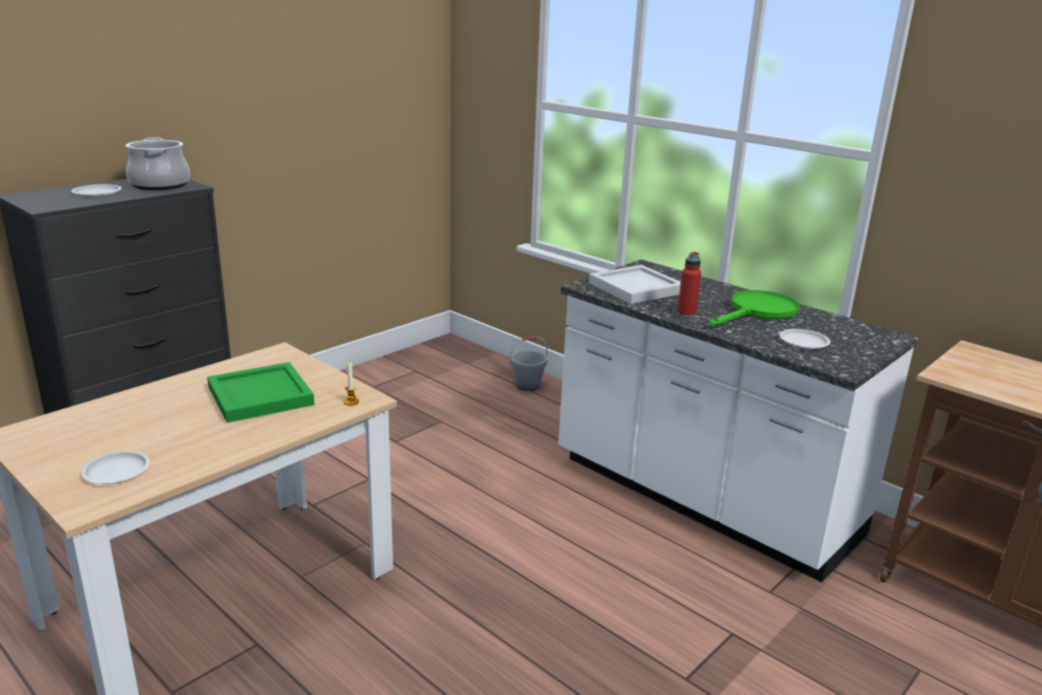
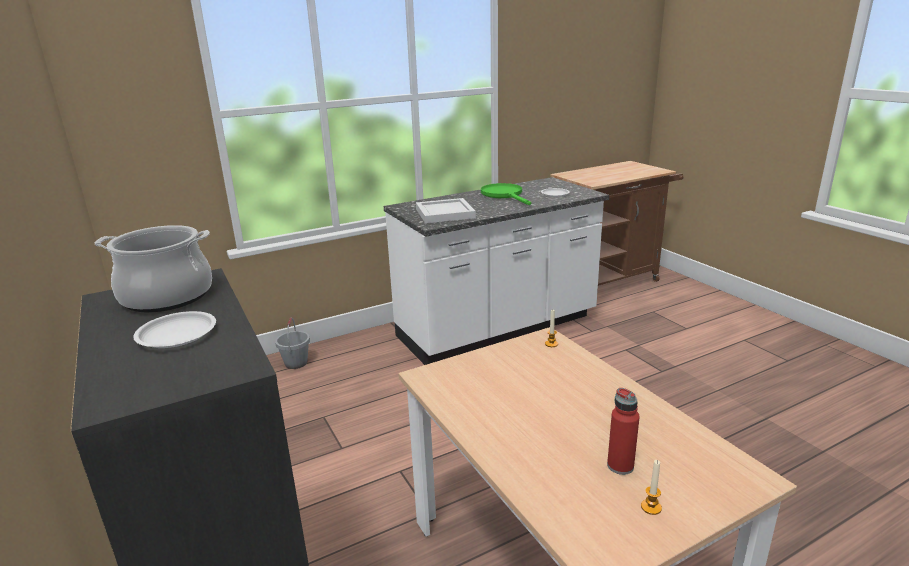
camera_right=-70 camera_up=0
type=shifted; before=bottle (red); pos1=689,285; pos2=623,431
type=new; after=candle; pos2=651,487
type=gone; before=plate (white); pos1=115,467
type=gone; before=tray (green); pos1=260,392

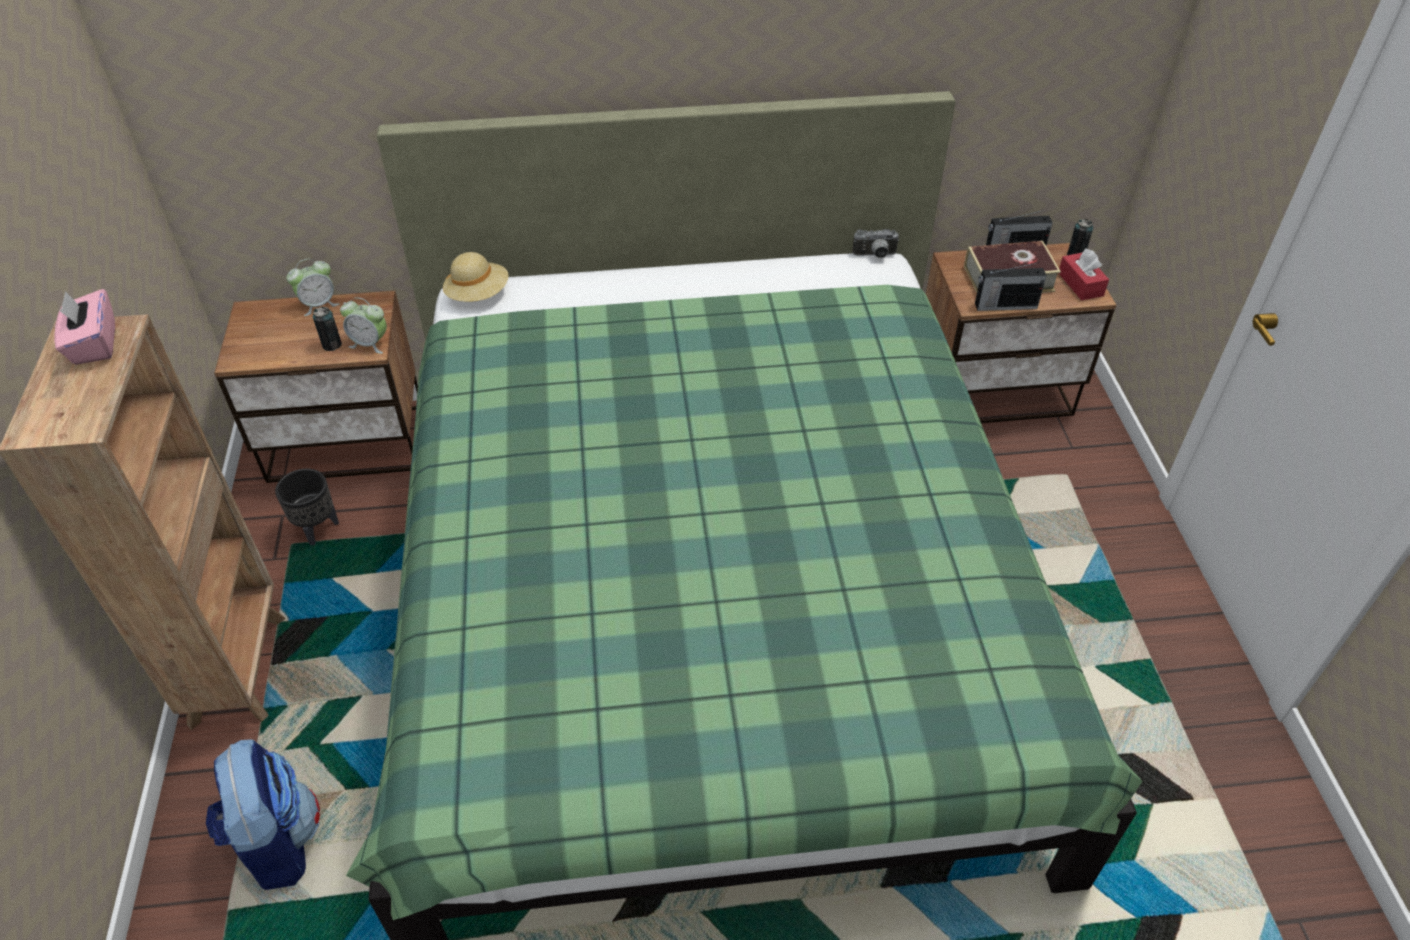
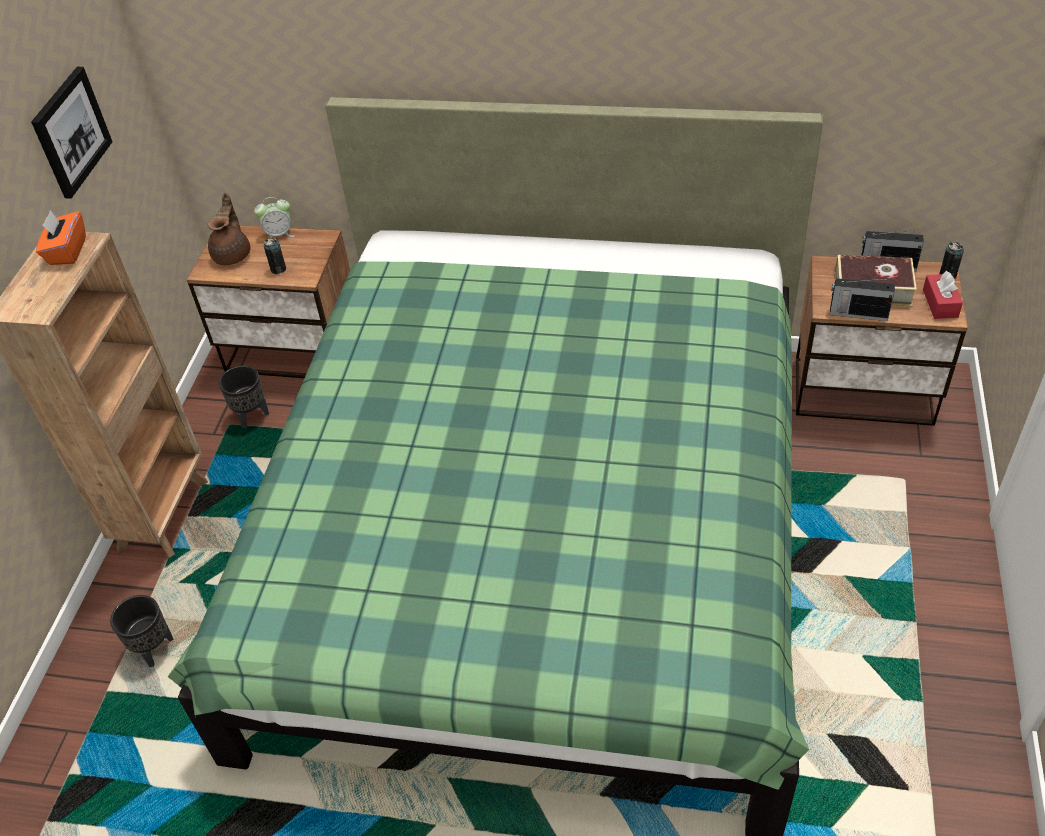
camera_right=20 camera_up=0
type=new; after=picture; pos2=71,133
type=repainted; before=tissue box (pink); after=tissue box (orange); pos1=84,327; pos2=61,237
type=swapped; before=backpack; after=planter (black); pos1=263,814; pos2=142,631
type=new; after=teapot (brown); pos2=229,229
type=gone; before=alarm clock; pos1=363,325
type=gone; before=hat (beige); pos1=475,277
type=gone; before=photo camera; pos1=875,243

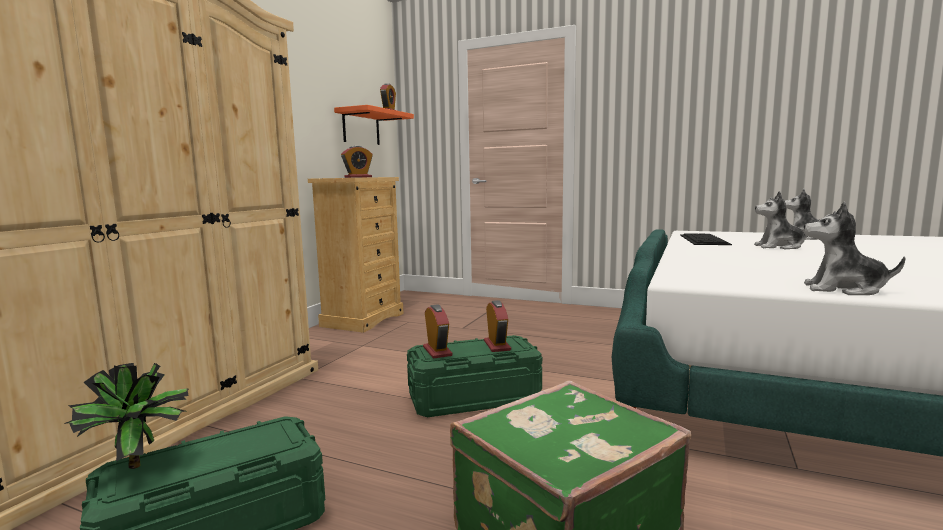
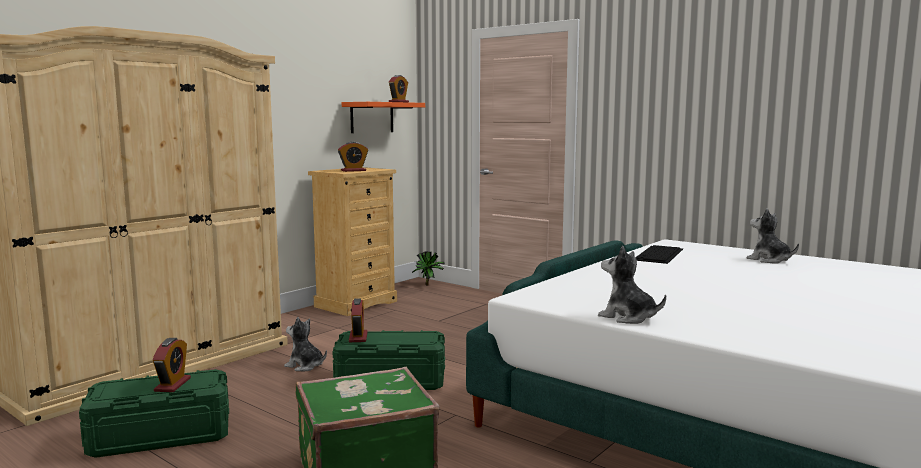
camera_right=15 camera_up=0
type=shifted; before=alarm clock; pos1=497,326; pos2=172,365
type=shifted; before=plush toy; pos1=781,220; pos2=305,344
type=shifted; before=potted plant; pos1=126,416; pos2=428,268

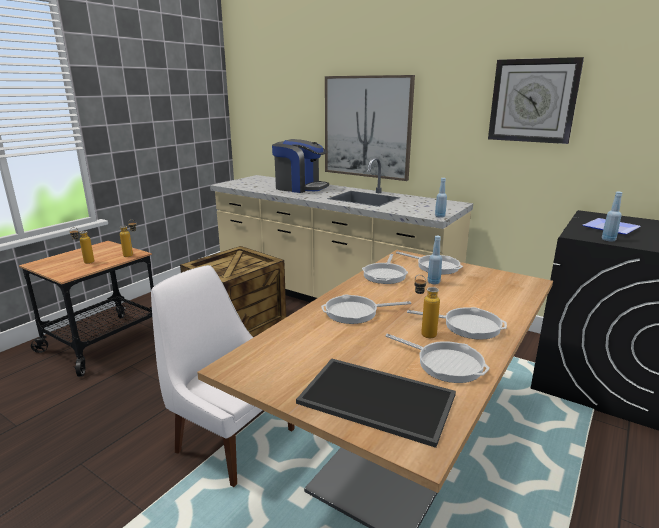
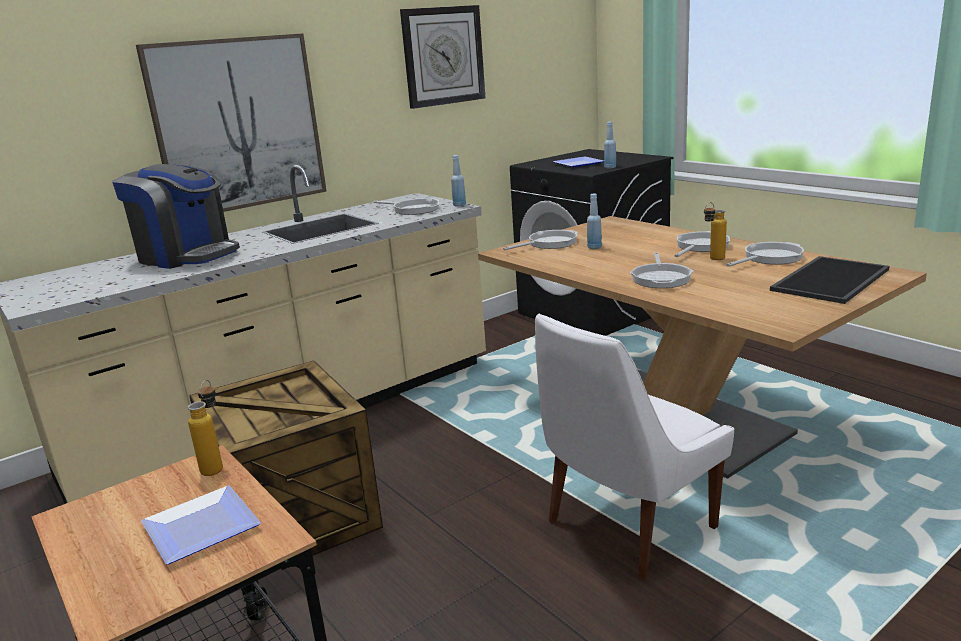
camera_right=-70 camera_up=0
type=rotated; before=coffee machine; pos1=300,166; pos2=176,216; turn=75
type=swapped; before=bottle; after=plate; pos1=82,245; pos2=201,524
type=shifted; before=frying pan; pos1=385,269; pos2=406,206

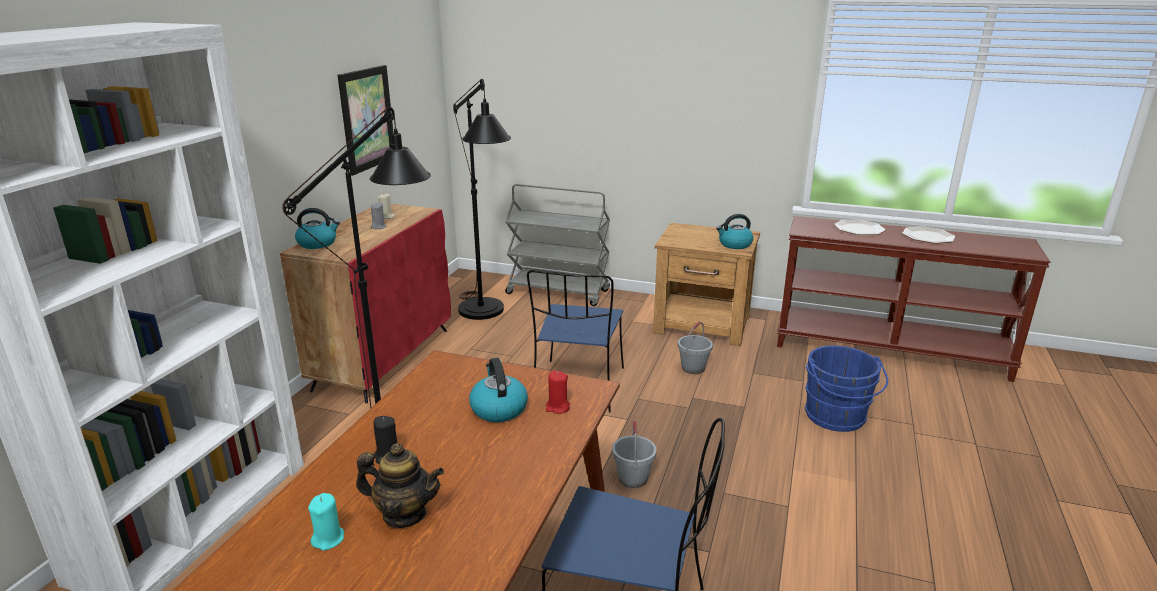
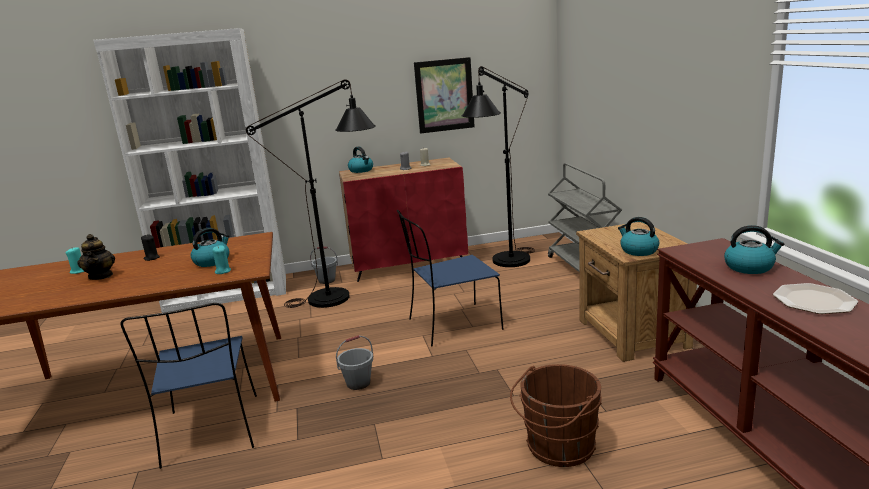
camera_right=60 camera_up=-5
type=repainted; before=candle (red); after=candle (turquoise); pos1=558,392; pos2=221,259
type=shifted; before=bucket (grey); pos1=695,348; pos2=324,265
type=repainted; before=bucket (blue); after=bucket (brown); pos1=846,388; pos2=556,415
type=swapped; before=plate; after=kettle; pos1=860,227; pos2=754,249

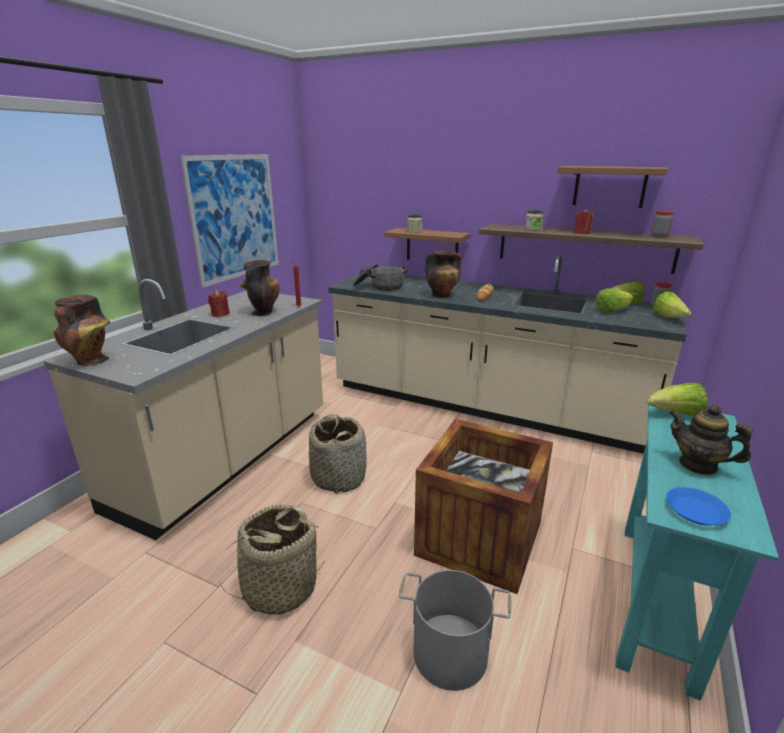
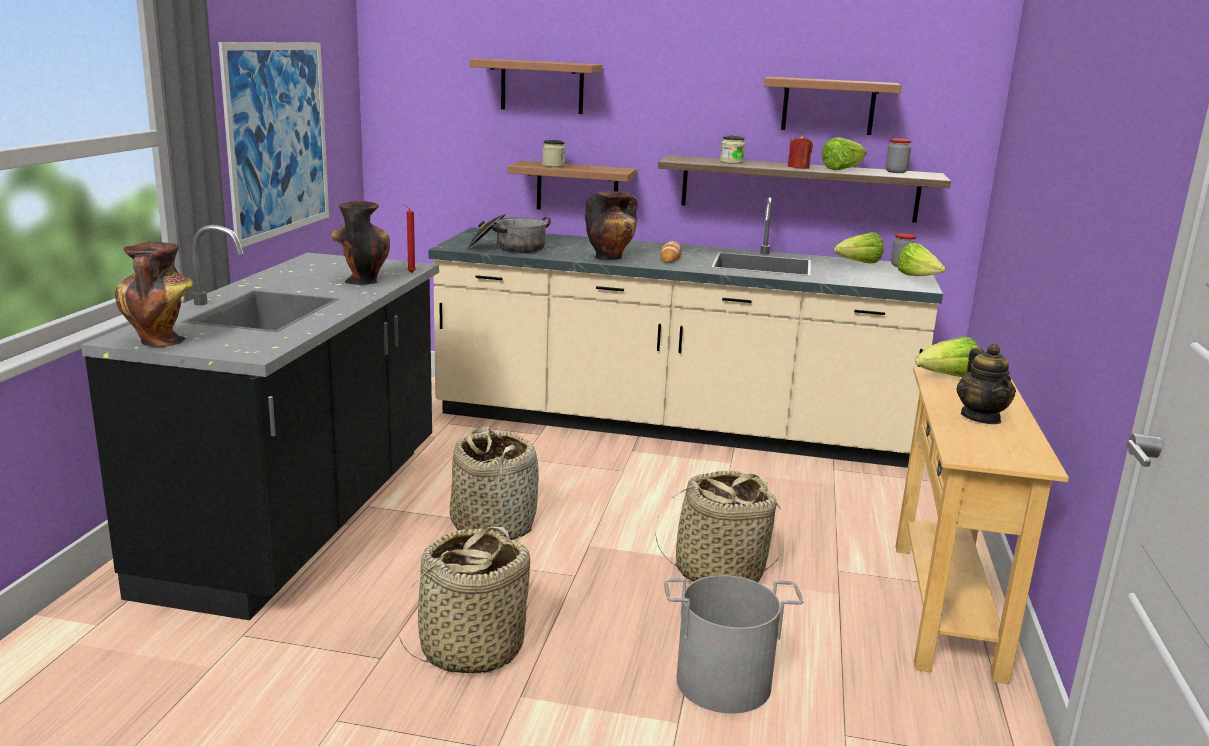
camera_right=-15 camera_up=-5
type=repainted; before=counter (beige); after=counter (black); pos1=183,409; pos2=260,422
type=new; after=shelf; pos2=535,86
type=swapped; before=crate; after=basket; pos1=483,506; pos2=718,526
type=shifted; before=lettuce; pos1=614,300; pos2=844,153
type=repainted; before=console table (turquoise); after=console table (beige); pos1=697,553; pos2=982,525
type=rotated; before=teapot; pos1=711,440; pos2=986,383; turn=-120
type=gone; before=candle (red); pos1=219,303
type=gone; before=plate (blue); pos1=698,506

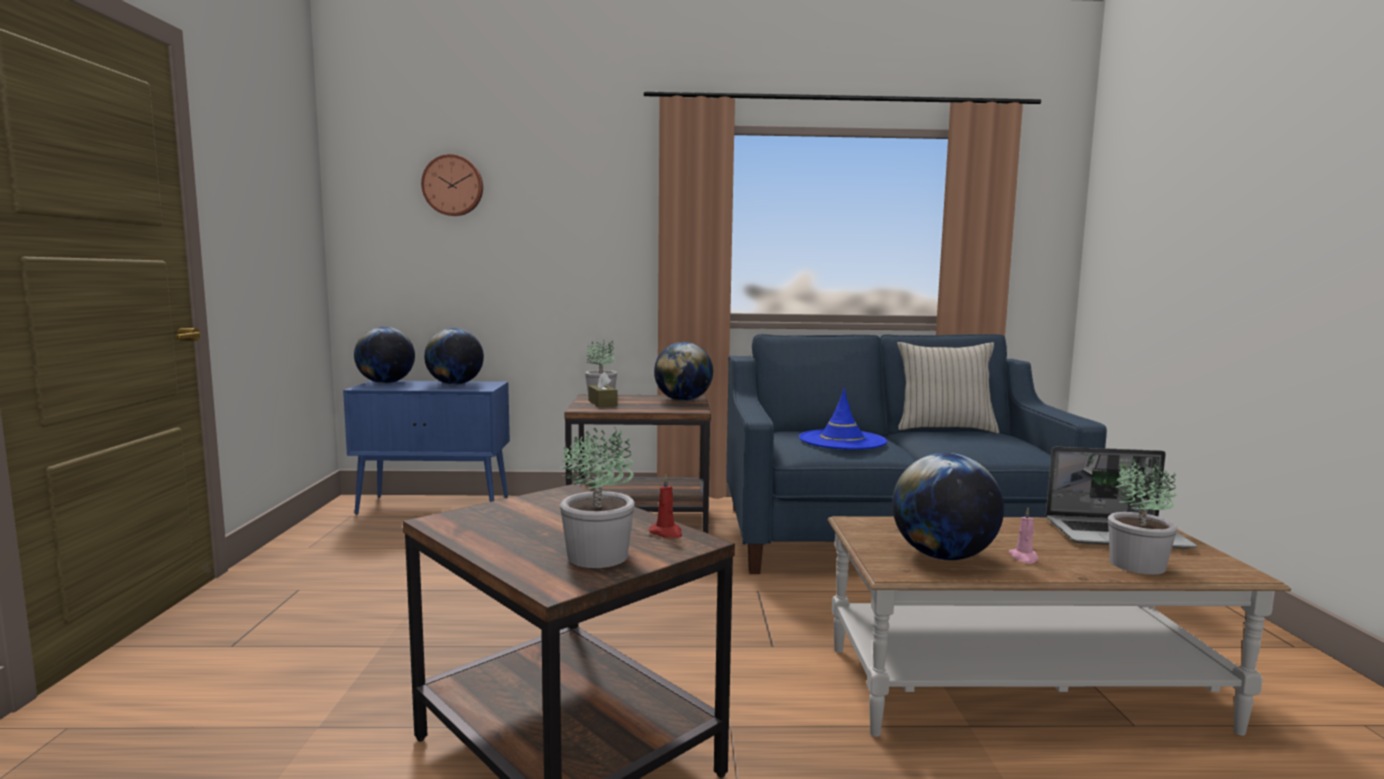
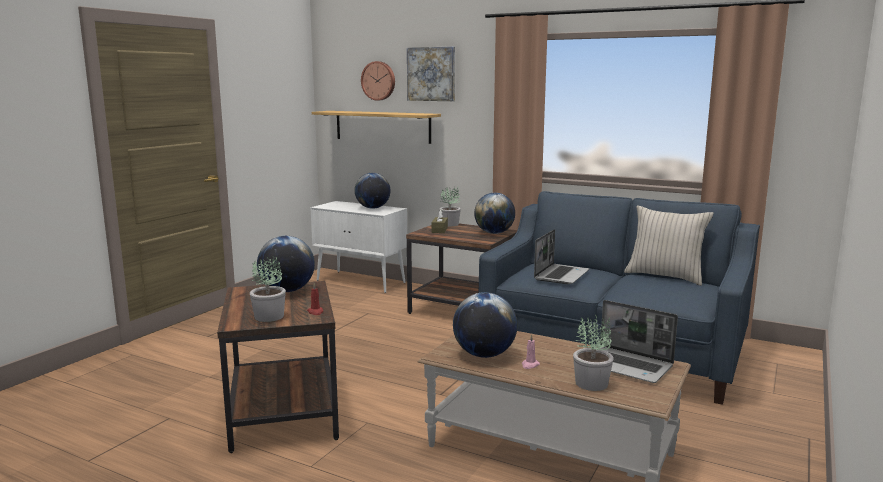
camera_right=30 camera_up=5
type=shifted; before=globe; pos1=384,355; pos2=286,264
type=repainted; before=cabinet (blue); after=cabinet (white); pos1=426,447; pos2=358,247
type=new; after=shelf; pos2=376,127
type=new; after=picture; pos2=431,74
type=swapped; before=hat (blue); after=laptop; pos1=843,419; pos2=561,256

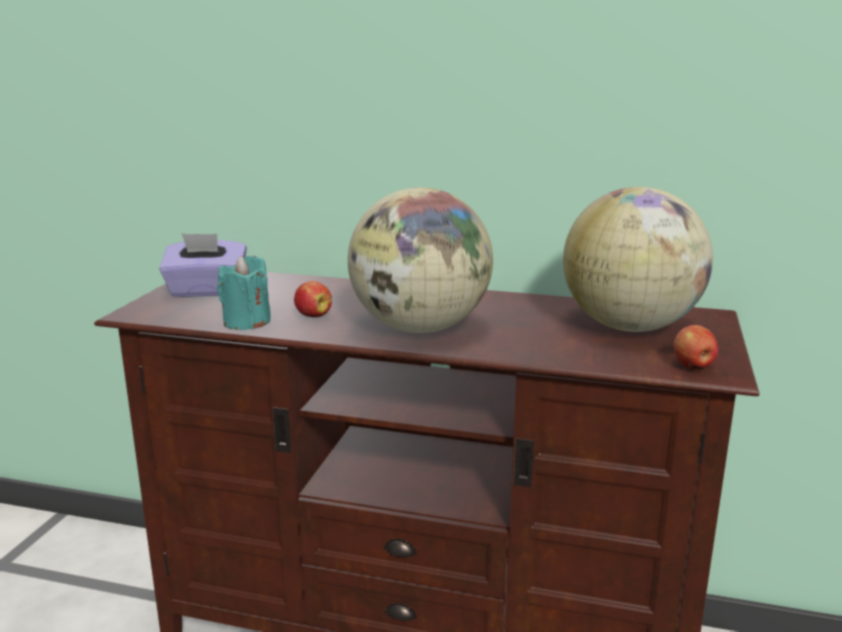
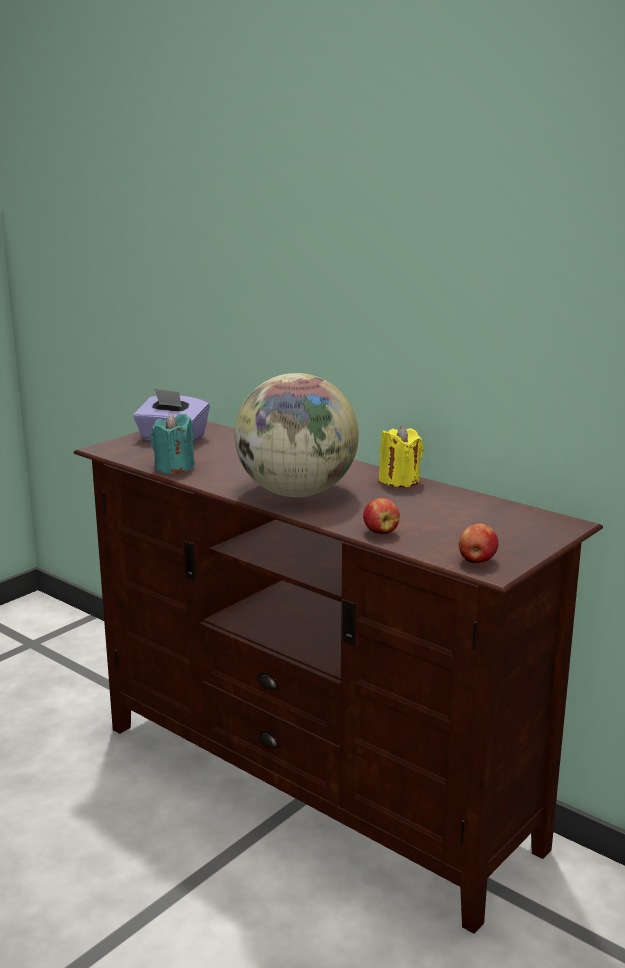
camera_right=25 camera_up=0
type=shifted; before=apple; pos1=313,299; pos2=381,516
type=new; after=candle (yellow); pos2=401,456
type=gone; before=globe; pos1=638,259

